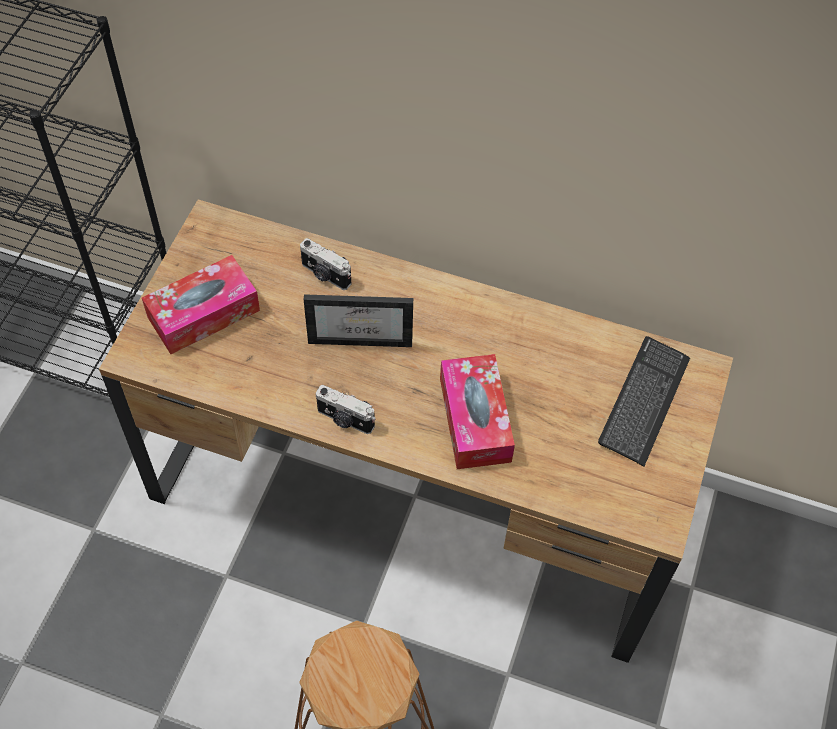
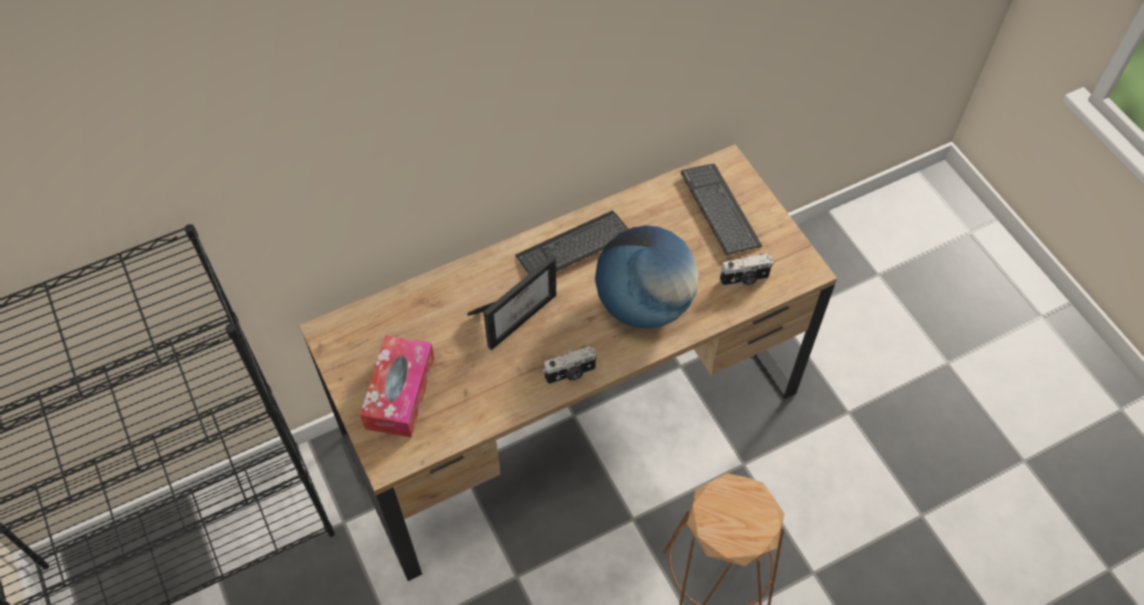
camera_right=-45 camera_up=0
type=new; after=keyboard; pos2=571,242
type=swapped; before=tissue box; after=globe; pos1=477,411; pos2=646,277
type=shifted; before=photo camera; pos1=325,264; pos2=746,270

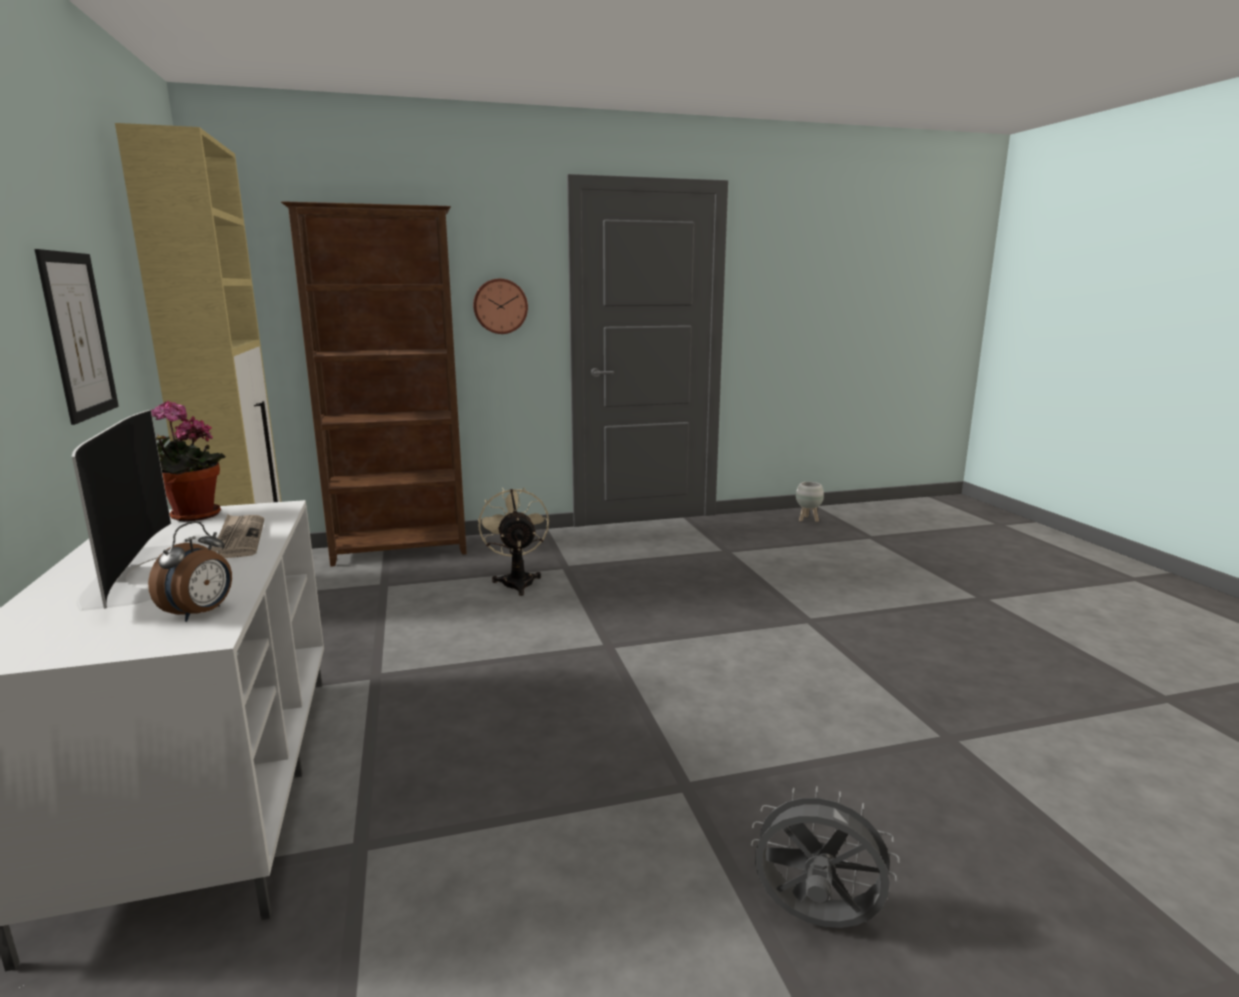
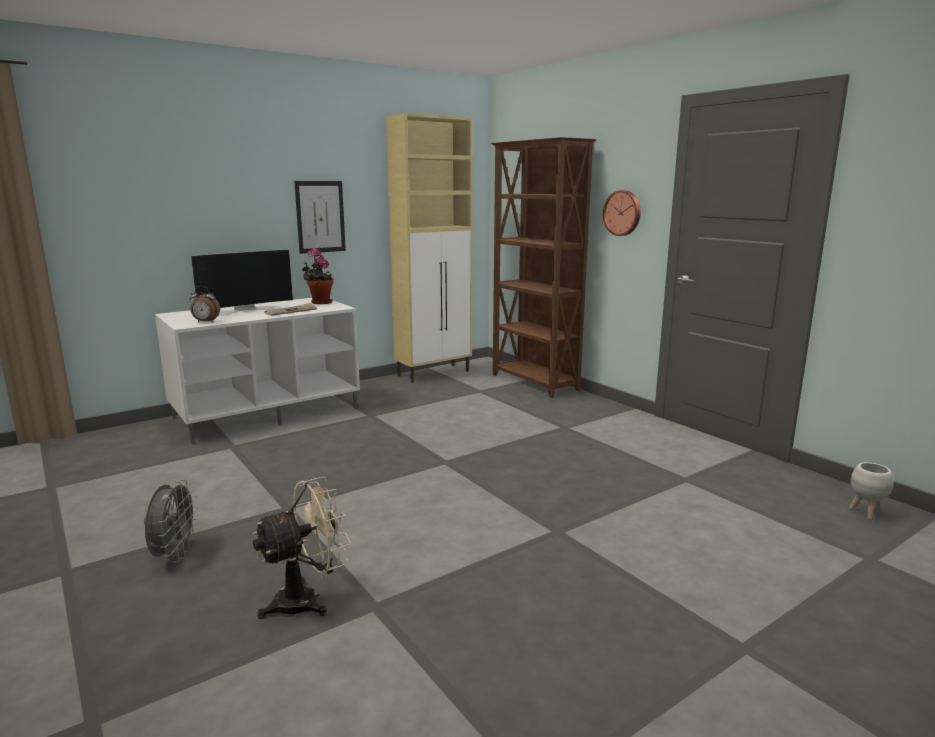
camera_right=70 camera_up=0
type=shifted; before=fan (beige); pos1=513,541; pos2=302,548

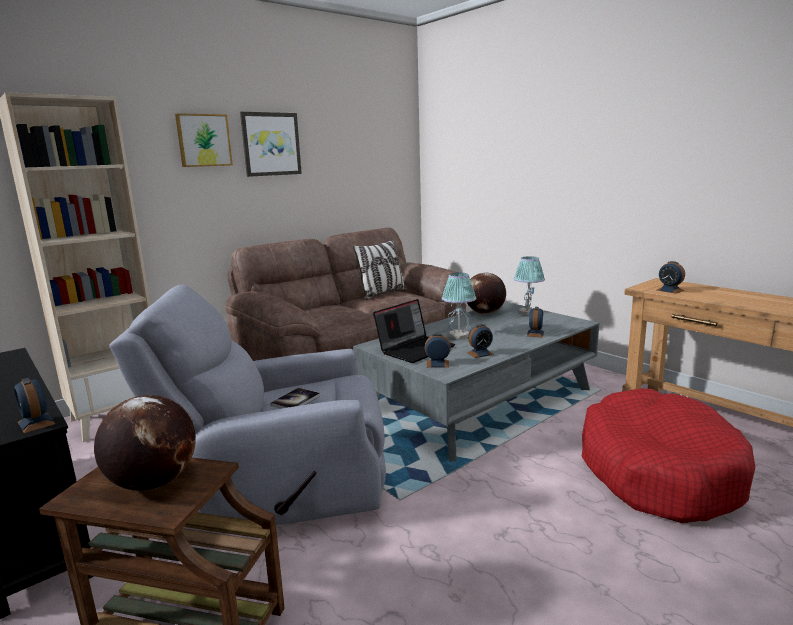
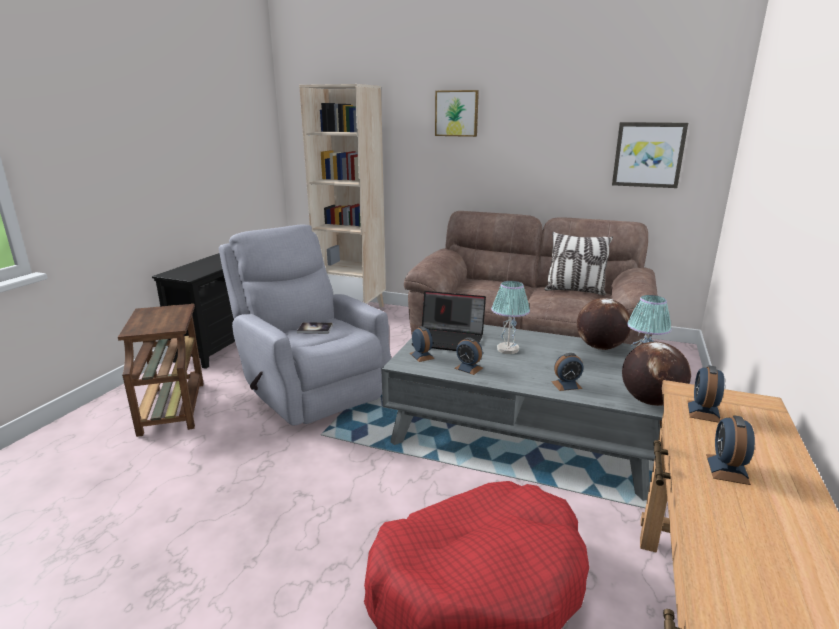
camera_right=60 camera_up=5
type=shifted; before=picture; pos1=271,144; pos2=650,155
type=shifted; before=globe; pos1=145,443; pos2=656,374
type=shifted; before=alarm clock; pos1=34,406; pos2=730,450

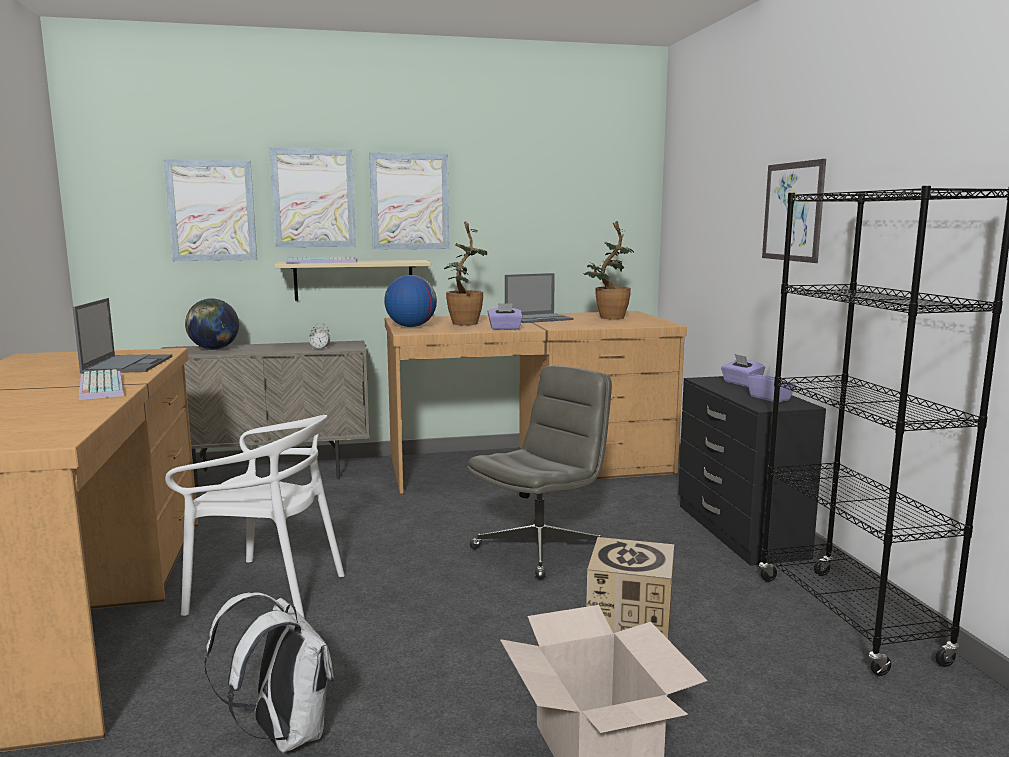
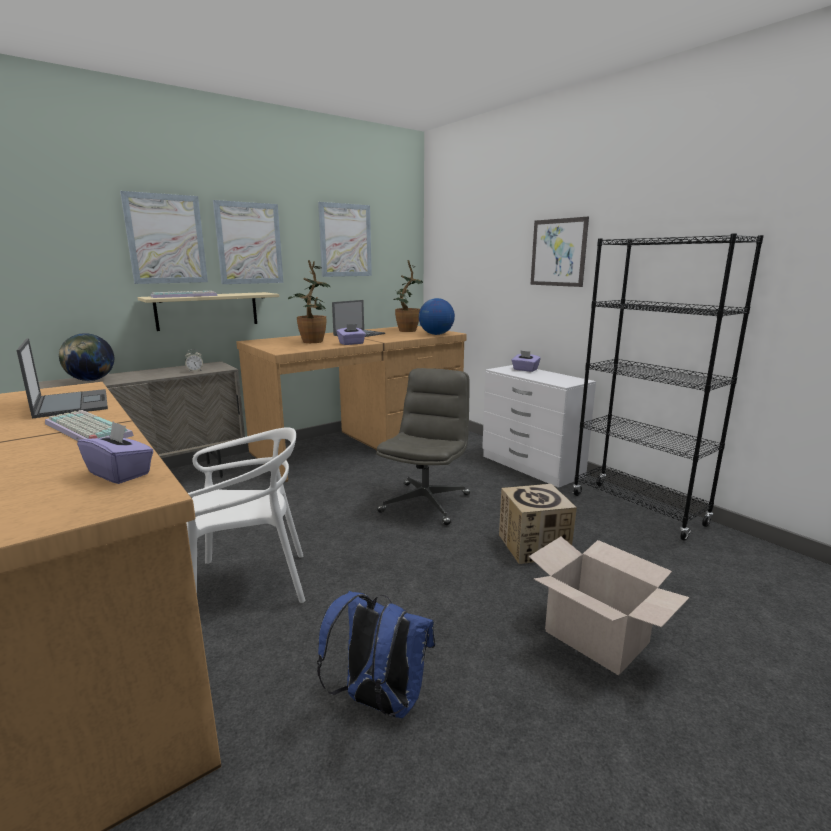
camera_right=-25 camera_up=5
type=shifted; before=tissue box (purple); pos1=771,384; pos2=115,453
type=repainted; before=backpack (white); after=backpack (blue); pos1=269,672; pos2=376,654
type=shifted; before=picture; pos1=210,210; pos2=345,239
type=shifted; before=globe; pos1=410,301; pos2=437,316
type=repainted; before=dresser (black); after=dresser (white); pos1=752,471; pos2=539,426

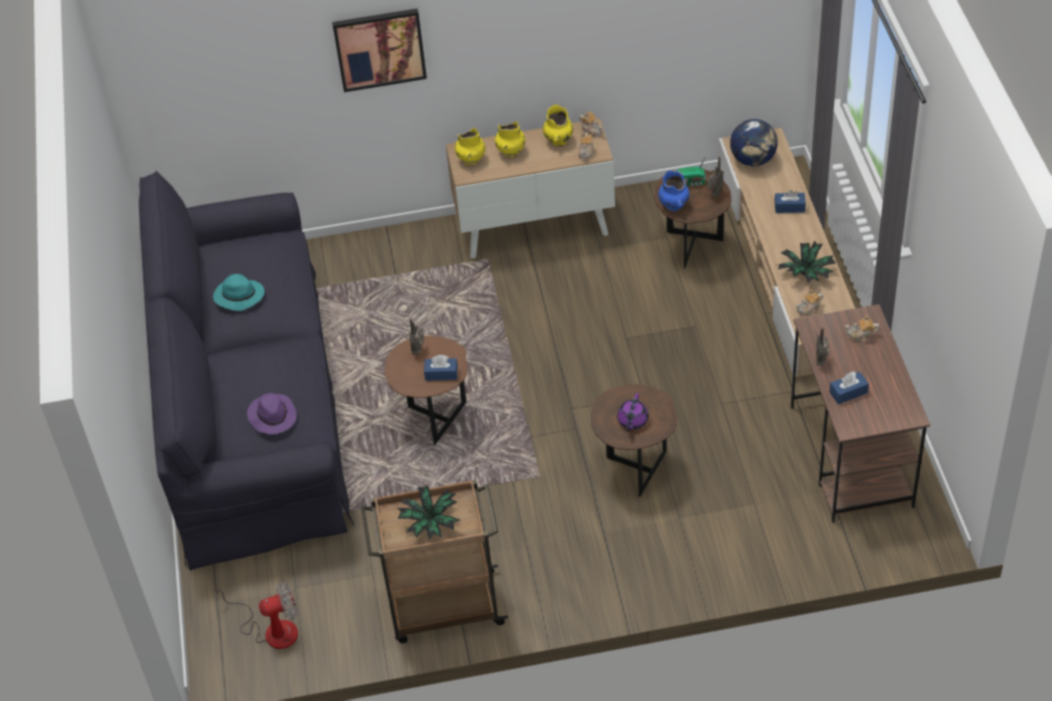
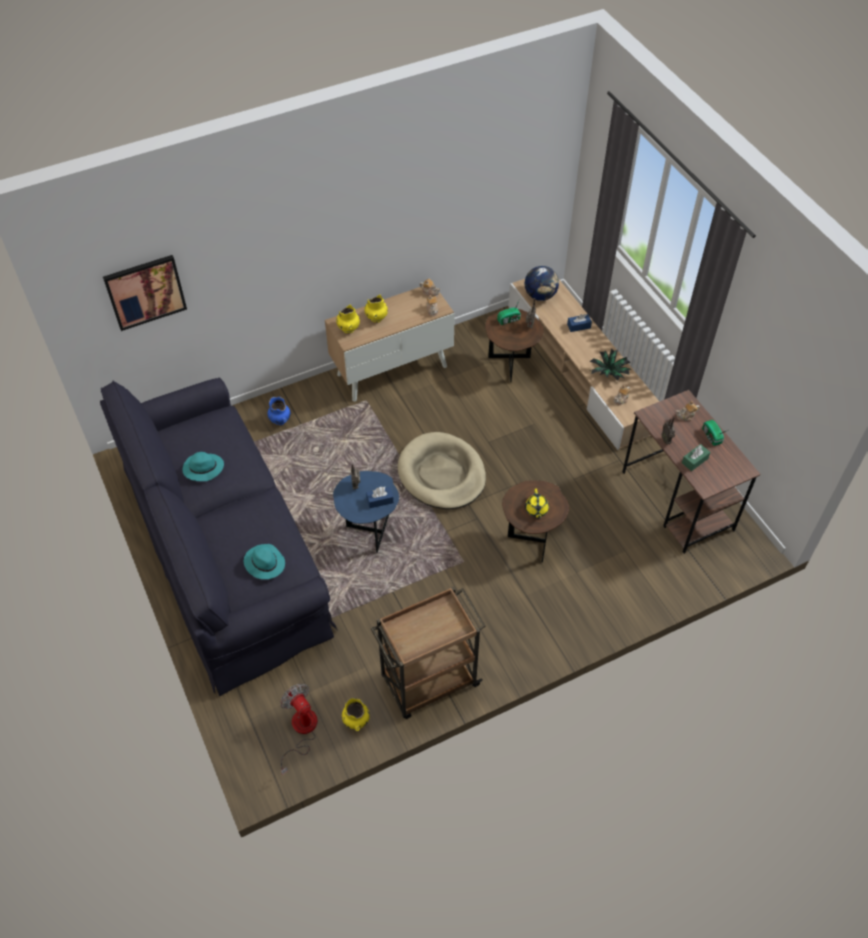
camera_right=-20 camera_up=5
type=shifted; before=picture; pos1=379,50; pos2=145,293
type=repainted; before=hat (purple); after=hat (turquoise); pos1=272,413; pos2=264,561
type=shifted; before=vase (blue); pos1=673,190; pos2=279,410
type=rotated; before=fan; pos1=255,615; pos2=299,729; turn=-90
type=repainted; before=side table (brown); after=side table (blue); pos1=426,390; pos2=366,512
type=shifted; before=vase (yellow); pos1=558,125; pos2=356,714
type=new; after=dog bed (beige); pos2=442,470
type=repainted; before=teapot (purple); after=teapot (yellow); pos1=633,411; pos2=537,503
type=repainted; before=tissue box (blue); after=tissue box (green); pos1=849,388; pos2=696,457
type=new; after=radio; pos2=715,433
type=gone; before=potted plant; pos1=429,512

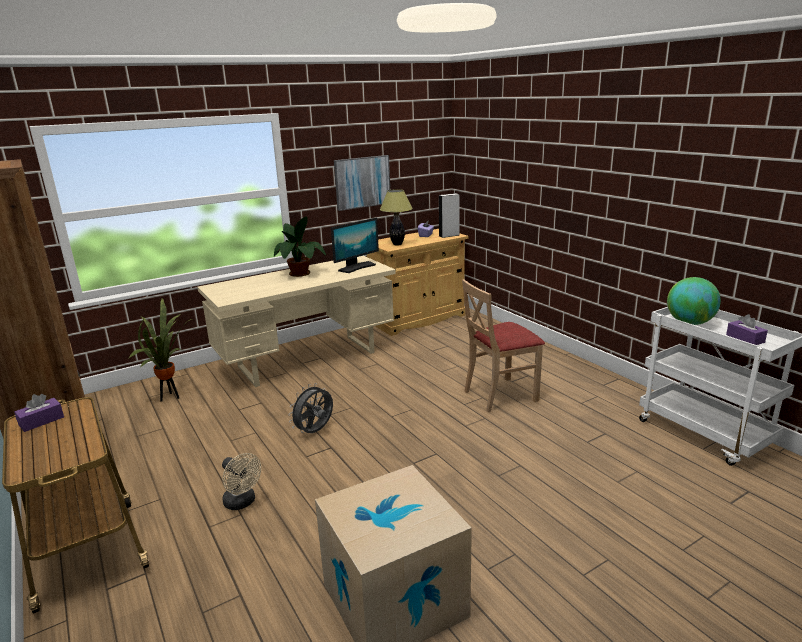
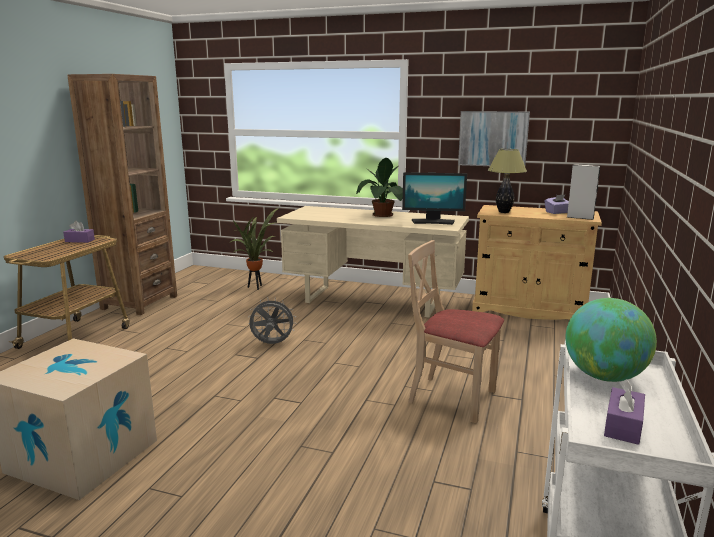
camera_right=50 camera_up=-5
type=gone; before=fan (beige); pos1=241,481

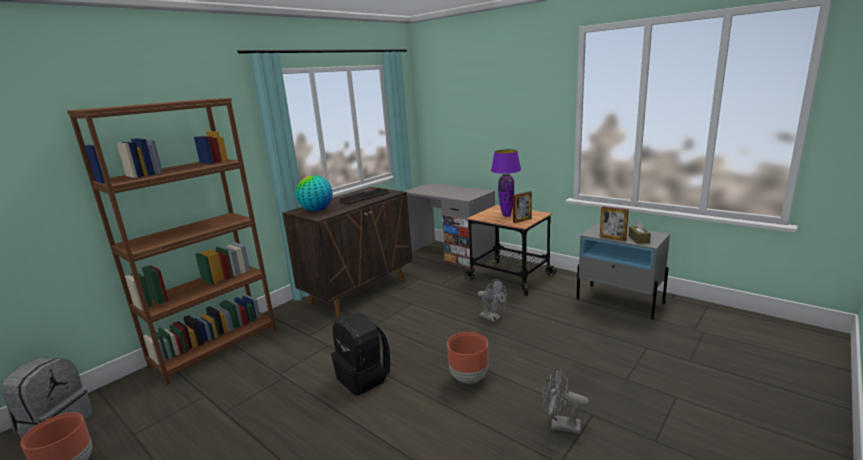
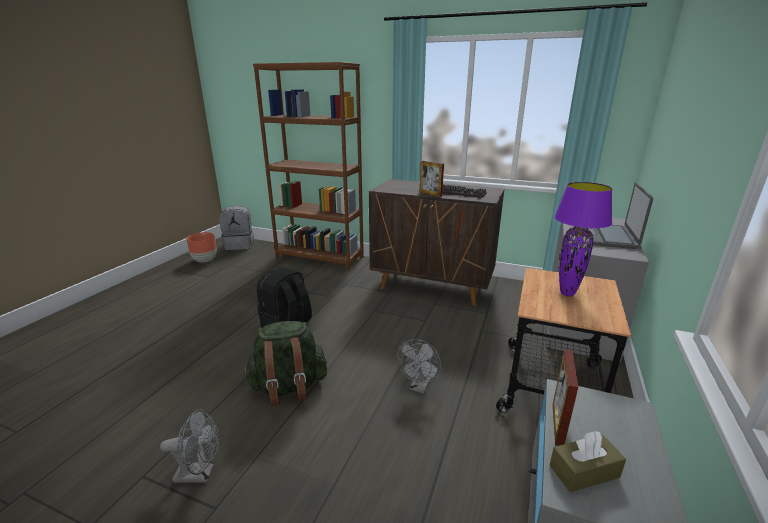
camera_right=70 camera_up=5
type=rotated; before=fan (grey); pos1=565,401; pos2=189,446; turn=90
type=swapped; before=planter (brown); after=backpack (green); pos1=467,358; pos2=285,363
type=shifted; before=picture frame; pos1=522,207; pos2=432,179
type=new; after=laptop; pos2=620,216
type=gone; before=globe; pos1=314,193

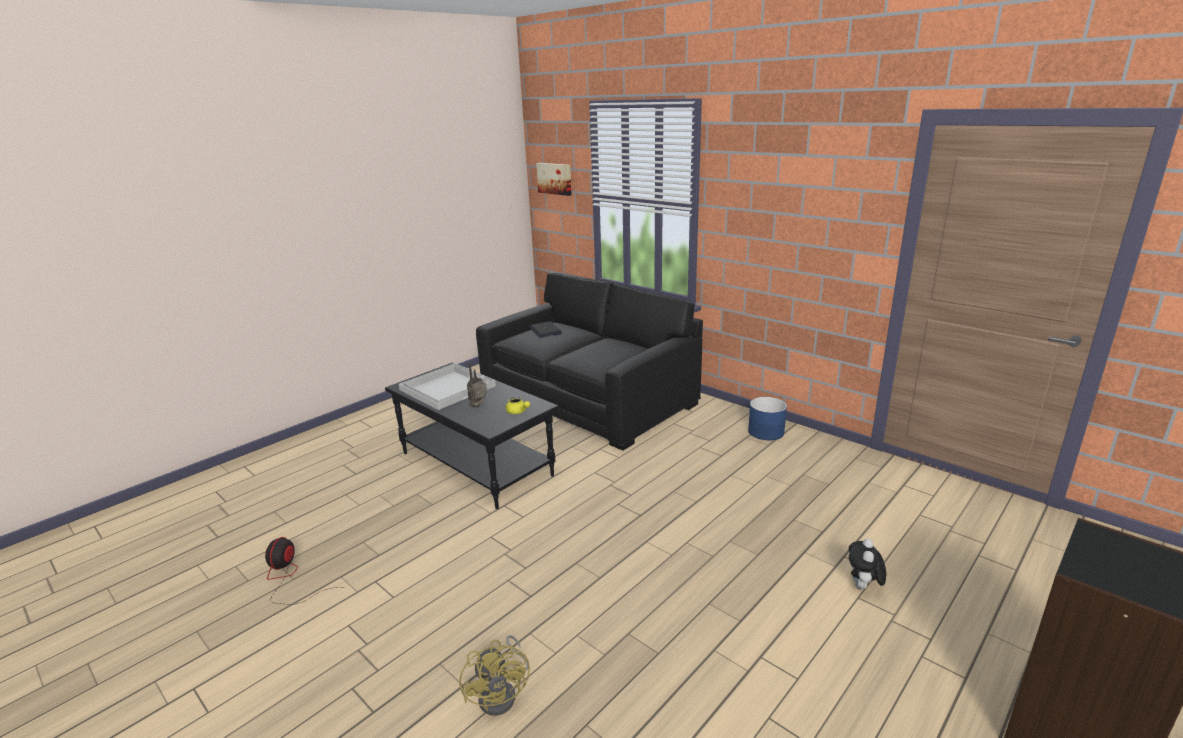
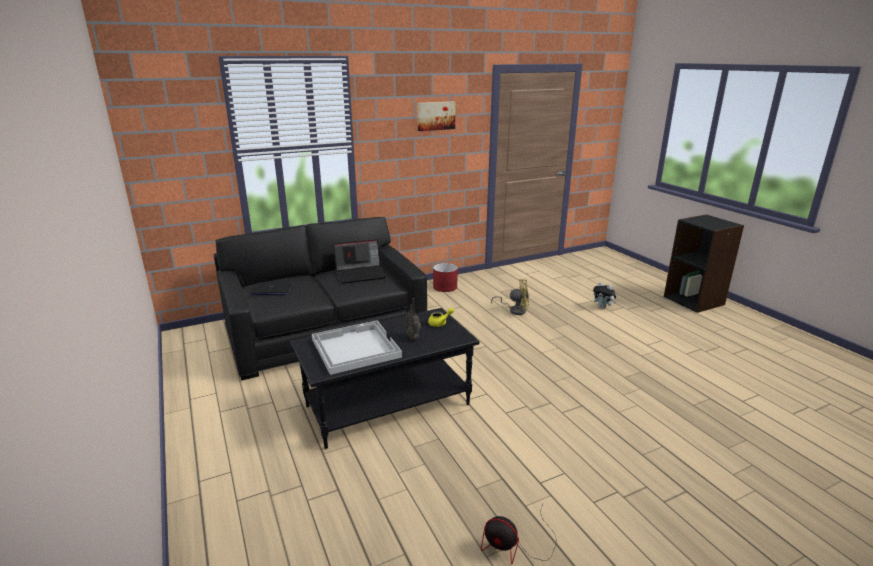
camera_right=-70 camera_up=0
type=new; after=laptop; pos2=360,261
type=shifted; before=picture; pos1=554,179; pos2=436,116
type=repainted; before=planter (blue); after=planter (red); pos1=767,418; pos2=445,277
type=shifted; before=fan (yellow); pos1=494,675; pos2=510,297

